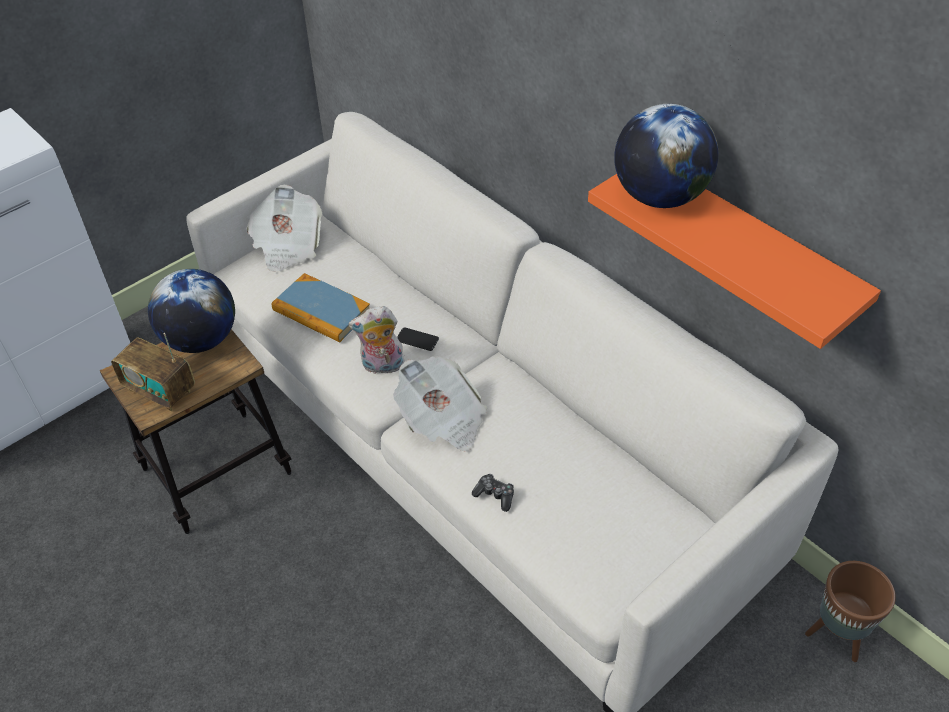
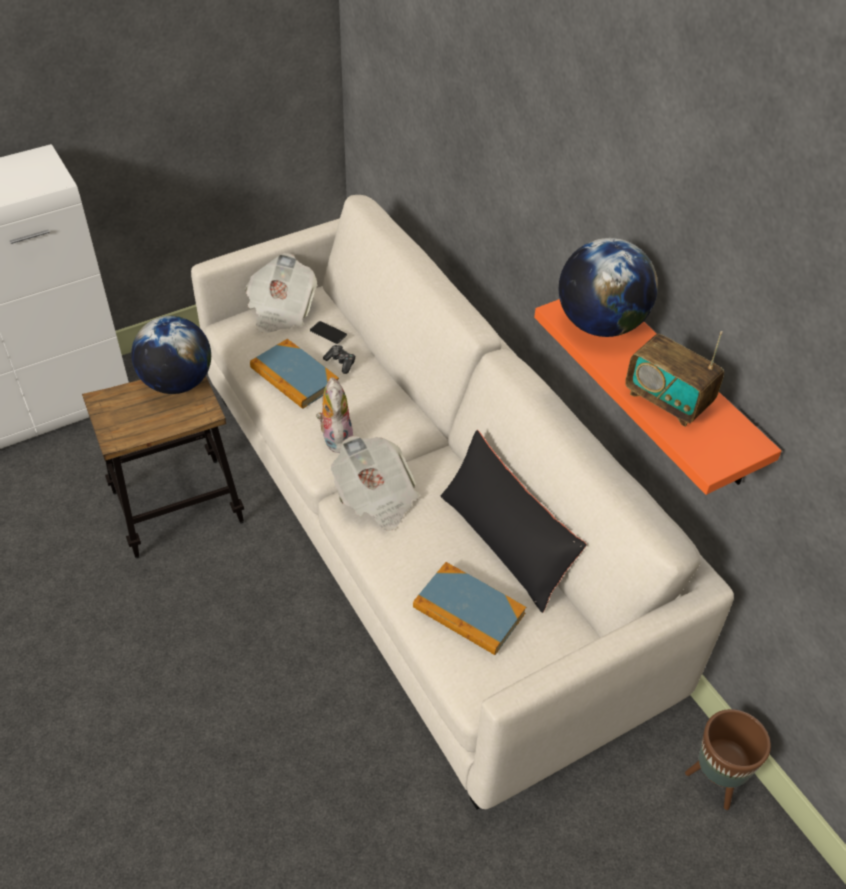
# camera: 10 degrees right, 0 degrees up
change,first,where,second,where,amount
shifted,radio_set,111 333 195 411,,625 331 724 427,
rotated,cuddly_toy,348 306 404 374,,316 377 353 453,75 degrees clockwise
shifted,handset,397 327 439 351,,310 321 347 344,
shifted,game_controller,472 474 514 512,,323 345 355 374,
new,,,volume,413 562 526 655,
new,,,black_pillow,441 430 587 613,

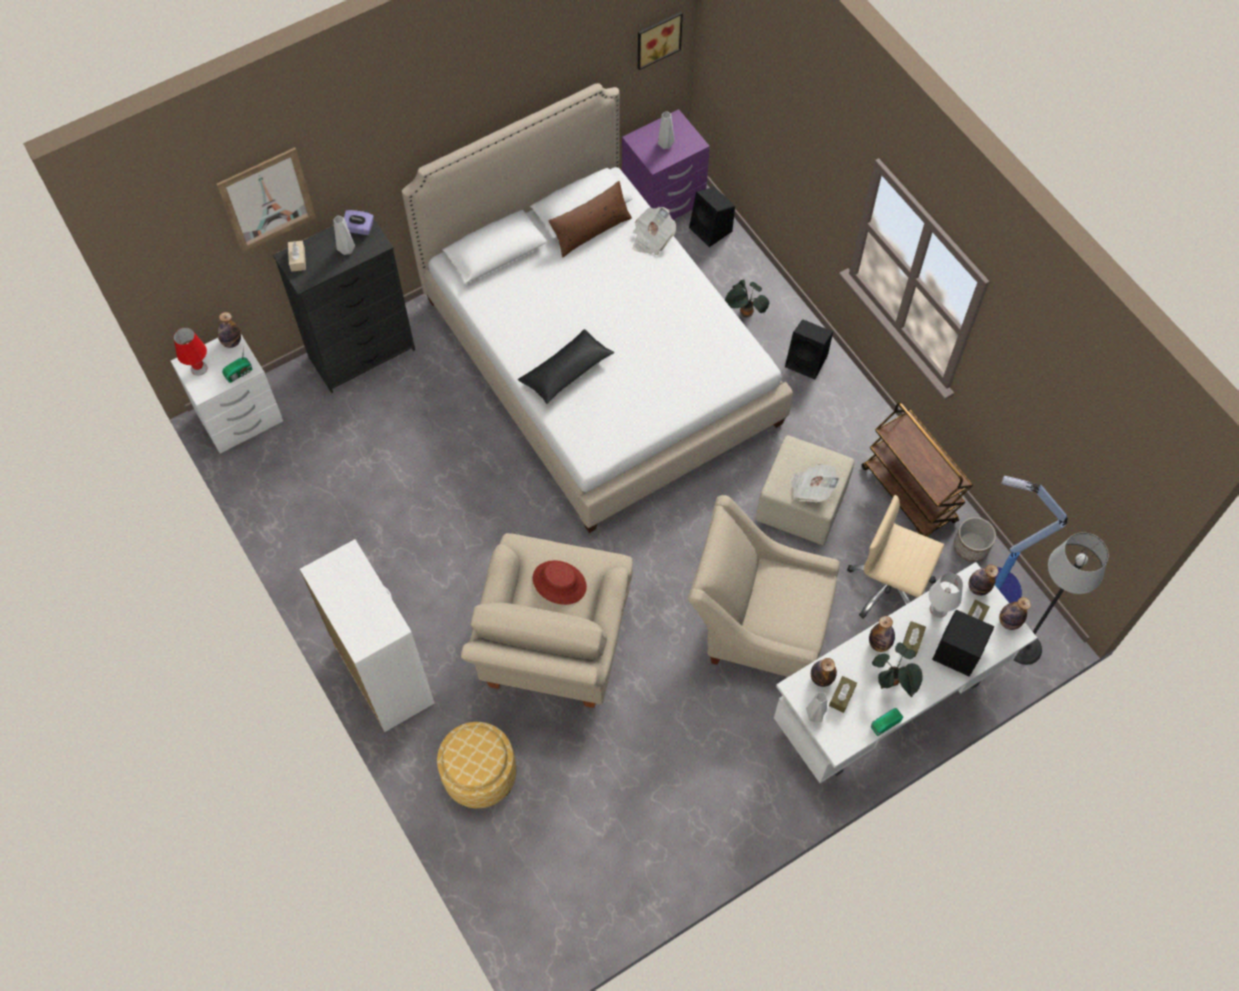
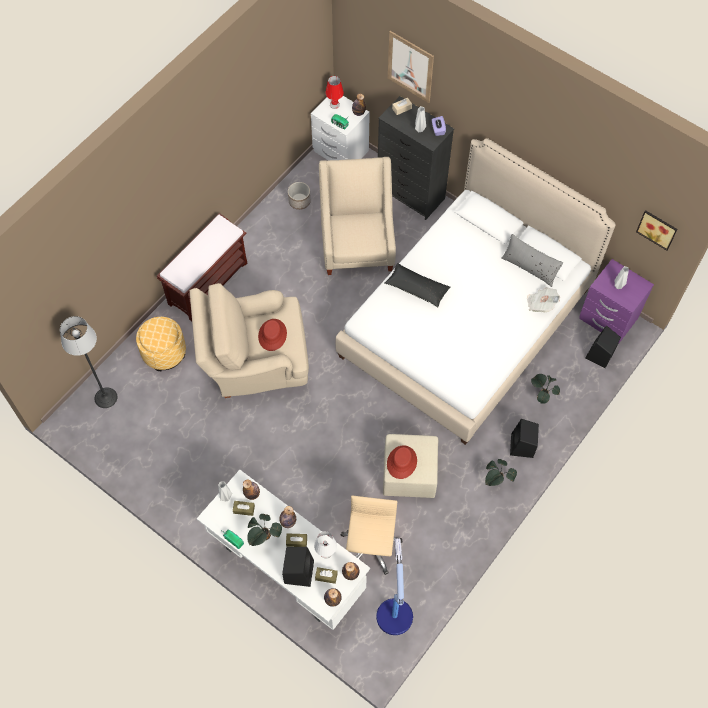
# camera: 70 degrees right, 0 degrees up
change,first,where,second,where,amount
swapped,white-coloured_chest_of_drawers,300 539 434 732,brown-coloured_indoor_bench,157 213 247 321,
repainted,brown-coloured_pillow,548 181 632 258,grey_pillow,501 234 563 287,
shifted,beige_easy_chair,688 495 840 677,,319 157 396 275,
swapped,daily_paper,791 464 840 503,red-coloured_wearable_hat,387 445 417 479,
gone,brown-coloured_cart,862 402 973 537,,,
shifted,flower_pot,954 517 996 562,,288 182 311 210,
shifted,floor_lamp,1014 533 1108 665,,60 316 118 408,
new,,,houseplant,485 459 517 486,

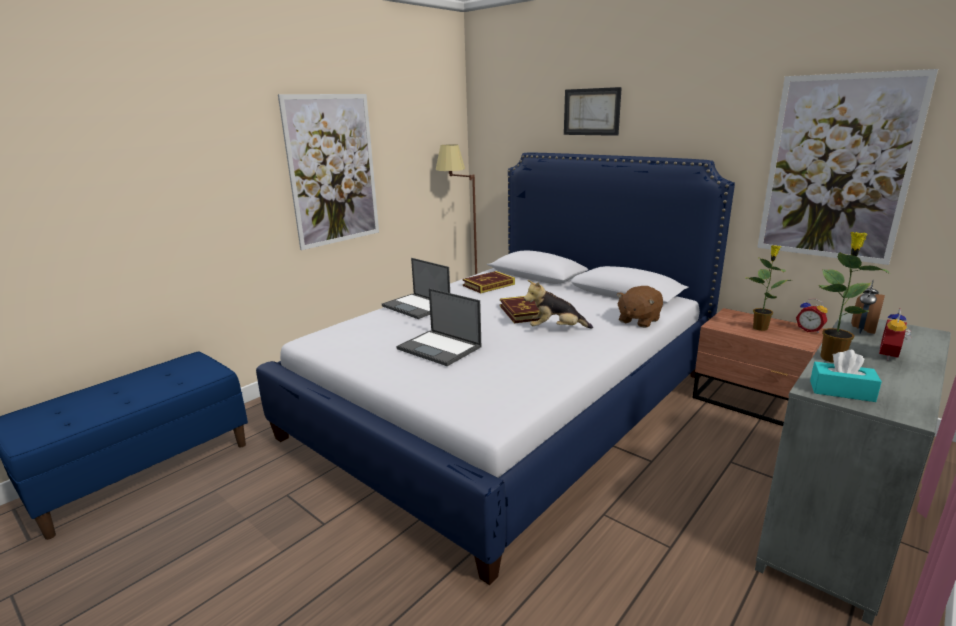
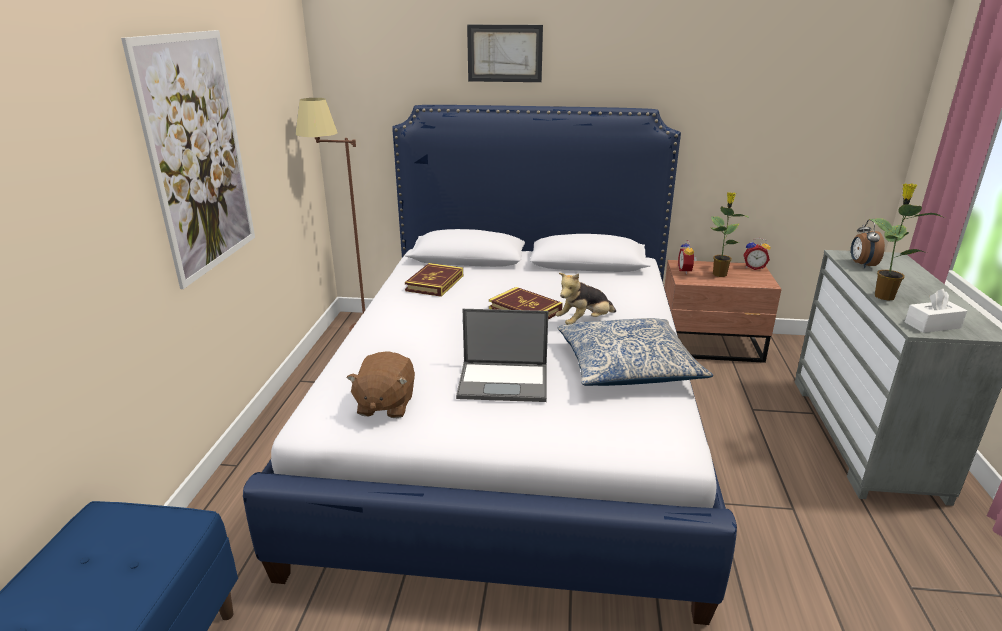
# camera: 35 degrees left, 5 degrees up
change,first,where,second,where,amount
gone,laptop,382 258 450 319,,,
shifted,brown-coloured_cuddly_toy,617 286 663 328,,346 351 415 418,
gone,wall_art,757 69 938 265,,,
repainted,turquoise_tissue_box,810 350 882 402,white-coloured_tissue_box,905 289 967 333,
shifted,alarm_clock,879 308 912 360,,678 240 697 274,
new,,,pillow,557 318 713 386,

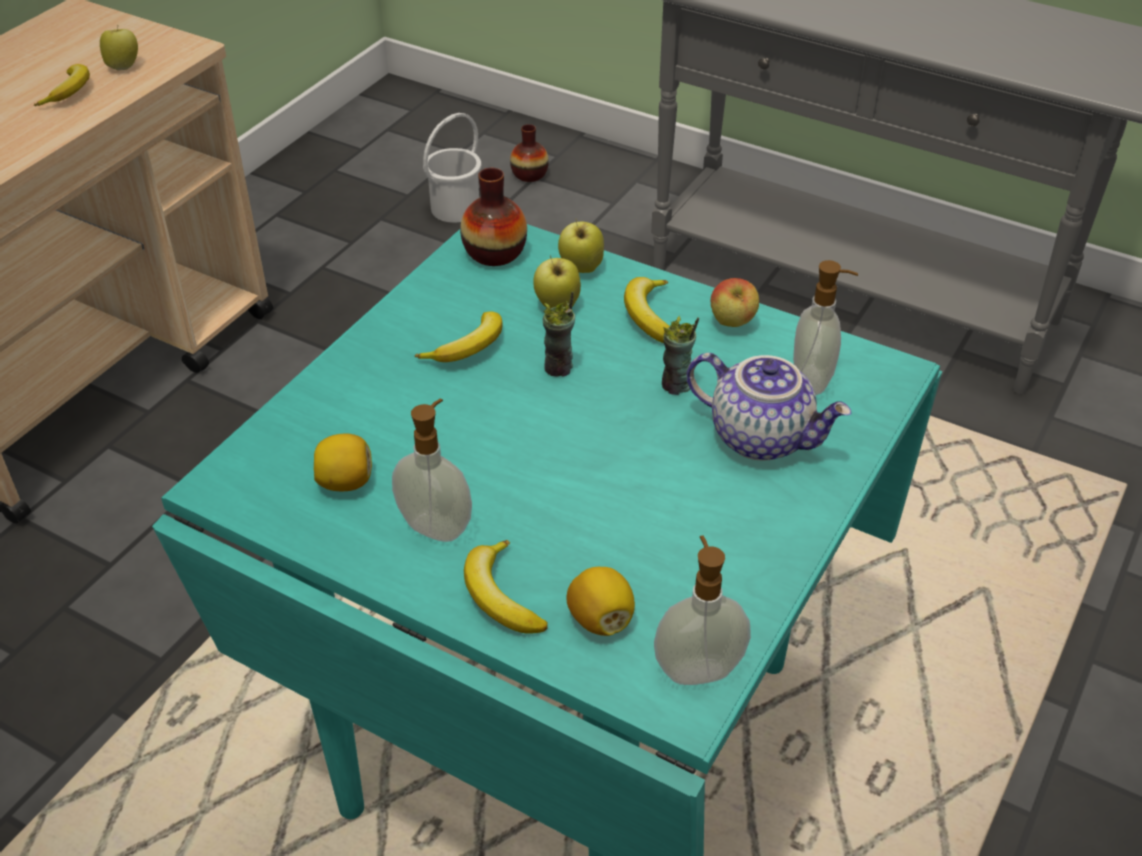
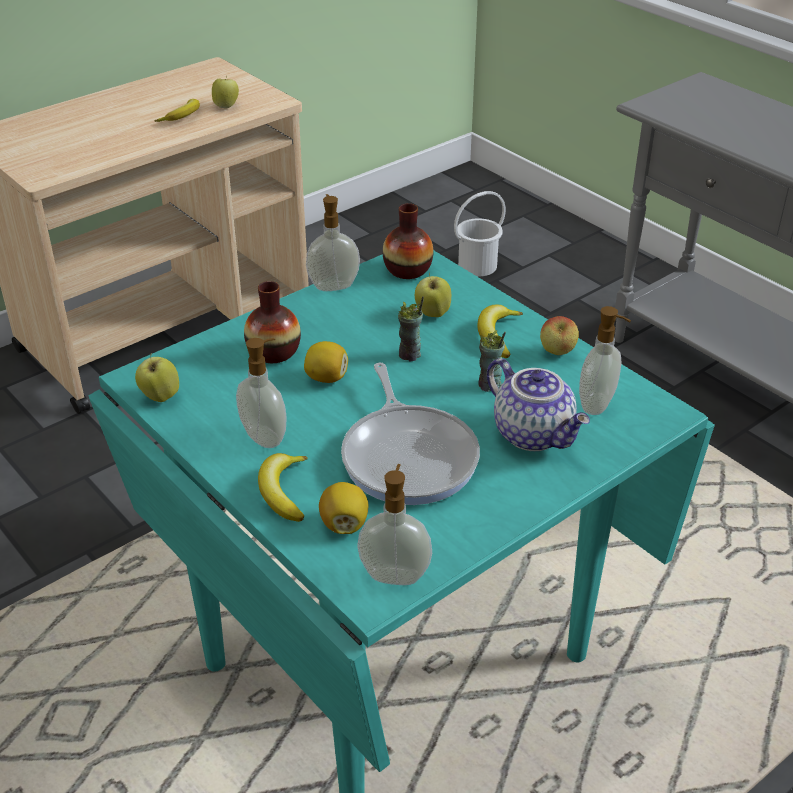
# camera: 20 degrees right, 5 degrees down
change,first,where,second,where,amount
shifted,citrus_fruit,314 433 372 491,,304 341 348 383,
gone,banana_fruit,415 311 502 362,,,
shifted,decorative_vase,510 124 549 182,,244 281 301 363,
shifted,apple_fruit,558 219 604 273,,135 353 179 402,
new,,,soap_dispenser,306 194 360 291,
new,,,skillet,341 363 480 505,

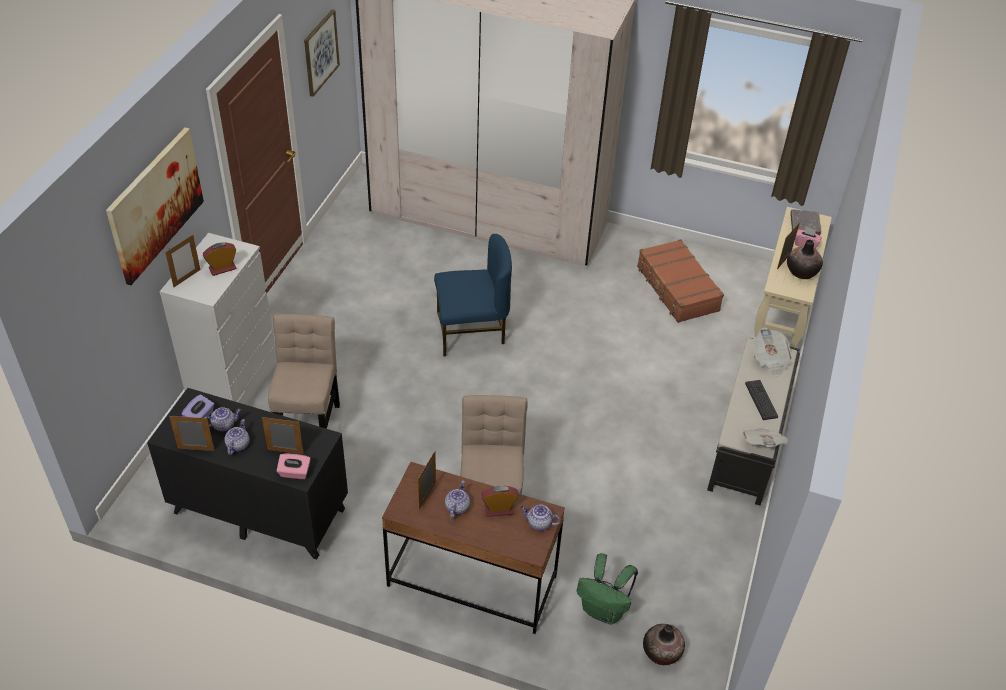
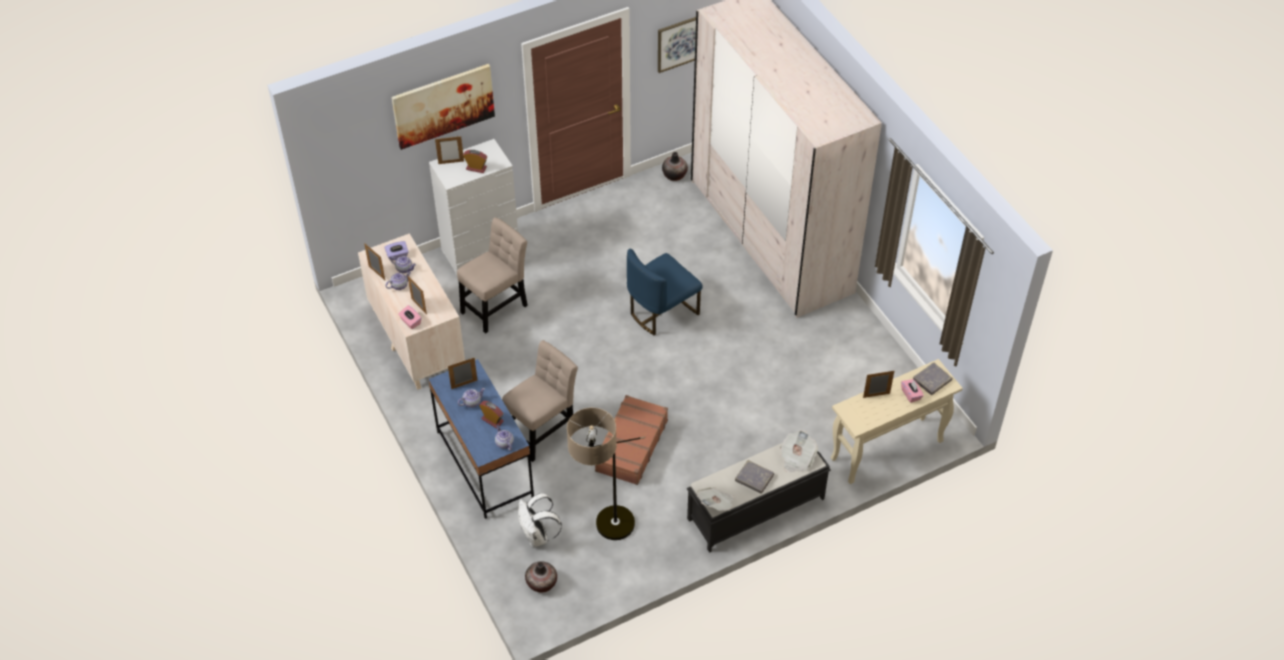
# camera: 45 degrees right, 5 degrees up
change,first,where,second,where,amount
repainted,black_chest_of_drawers,147 388 348 560,beige_chest_of_drawers,358 233 465 390,
repainted,brown-coloured_desk_unit,382 462 565 634,blue-coloured_desk_unit,428 359 534 519,
rotated,blue-coloured_plain_chair,434 234 512 356,,627 249 702 335,105 degrees clockwise
repainted,greenish_rucksack,577 553 638 624,white-coloured_rucksack,518 493 562 547,
shifted,brown-coloured_suitcase,637 239 724 323,,595 395 668 485,
swapped,PC_keyboard,745 380 778 420,grey_volume,735 460 774 494,
shifted,decorative_vase,787 240 823 279,,662 152 688 181,
new,,,floor_lamp,567 408 646 540,

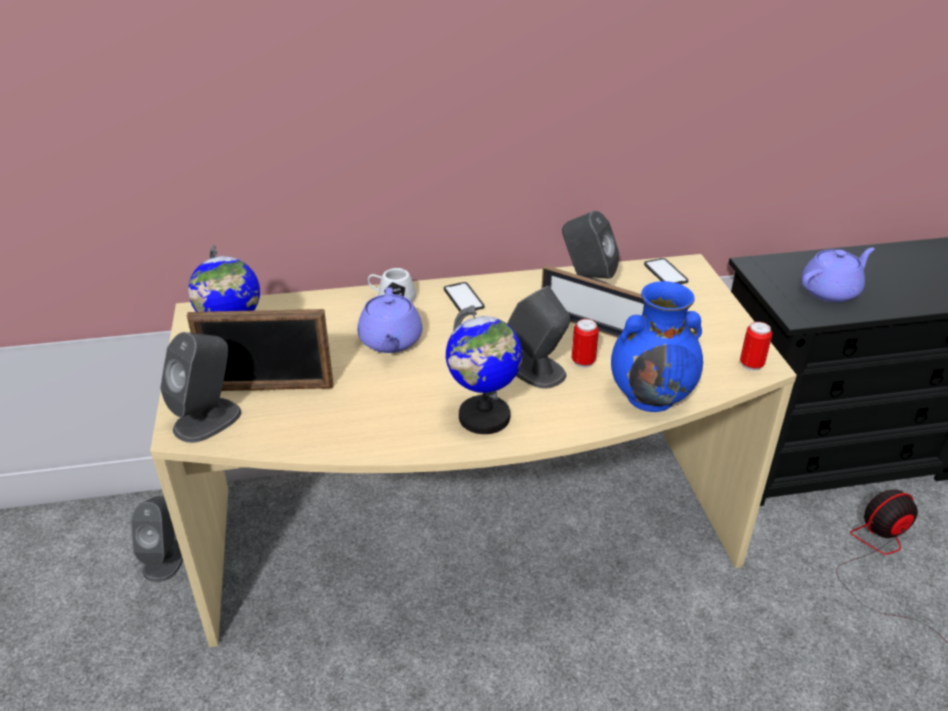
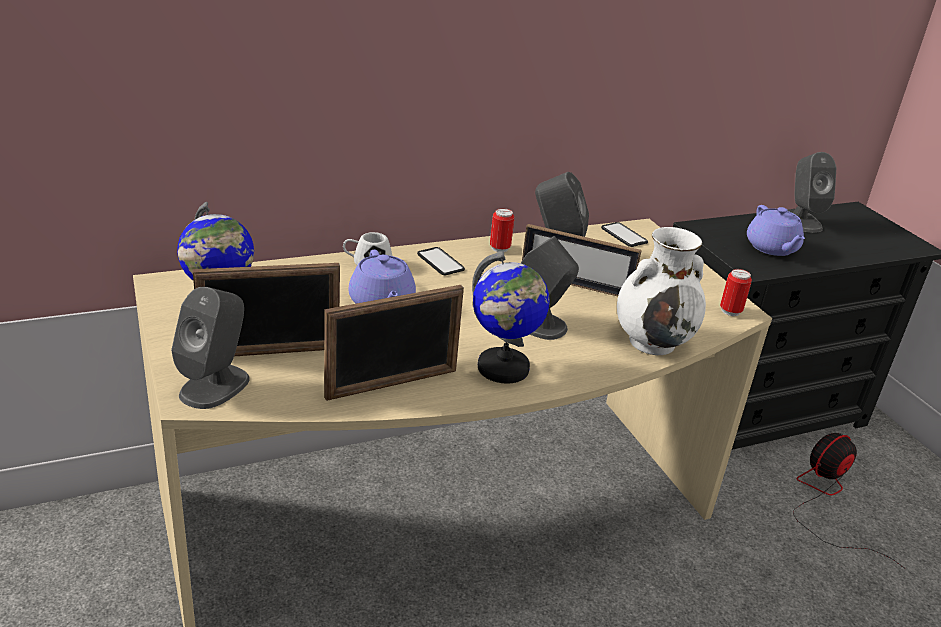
# camera: 15 degrees left, 5 degrees down
change,first,where,second,where,amount
shifted,grey_audio_speaker,131 496 183 582,,788 152 837 233,
shifted,can,572 319 599 368,,490 208 514 252,
repainted,blue-coloured_decorative_vase,611 281 703 412,white-coloured_decorative_vase,617 227 706 355,
rotated,purple_teapot,802 248 875 302,,747 205 805 256,120 degrees clockwise
new,,,picture_frame,324 285 464 401,

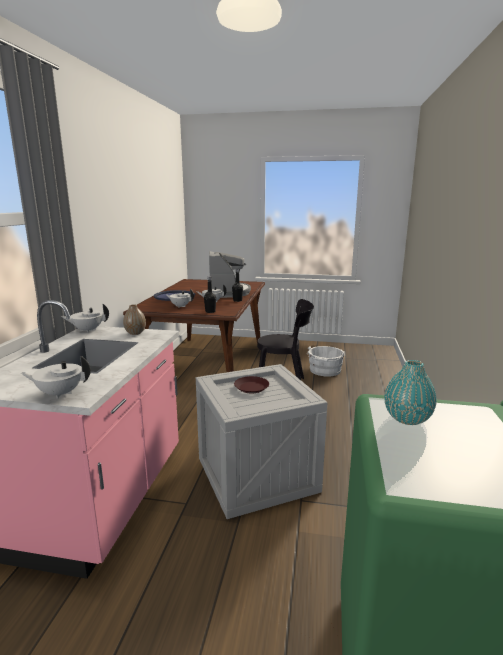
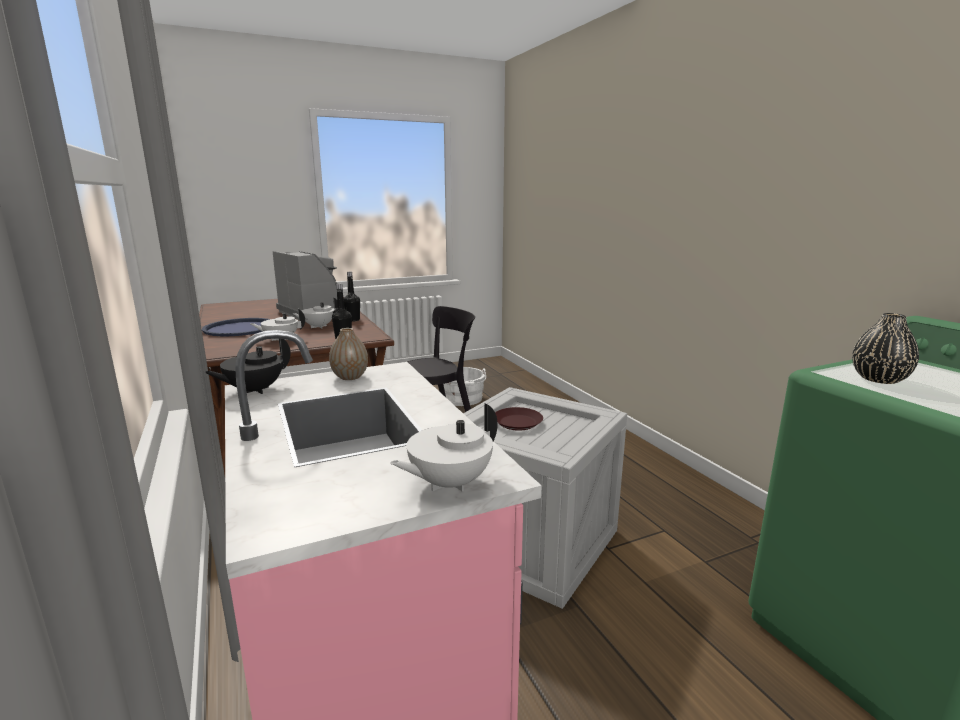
# camera: 35 degrees left, 0 degrees up
change,first,where,second,where,amount
repainted,white-coloured_teapot,61 304 109 333,black_teapot,204 339 291 394,
repainted,turquoise_decorative_vase,384 360 437 425,black_decorative_vase,852 313 919 384,

